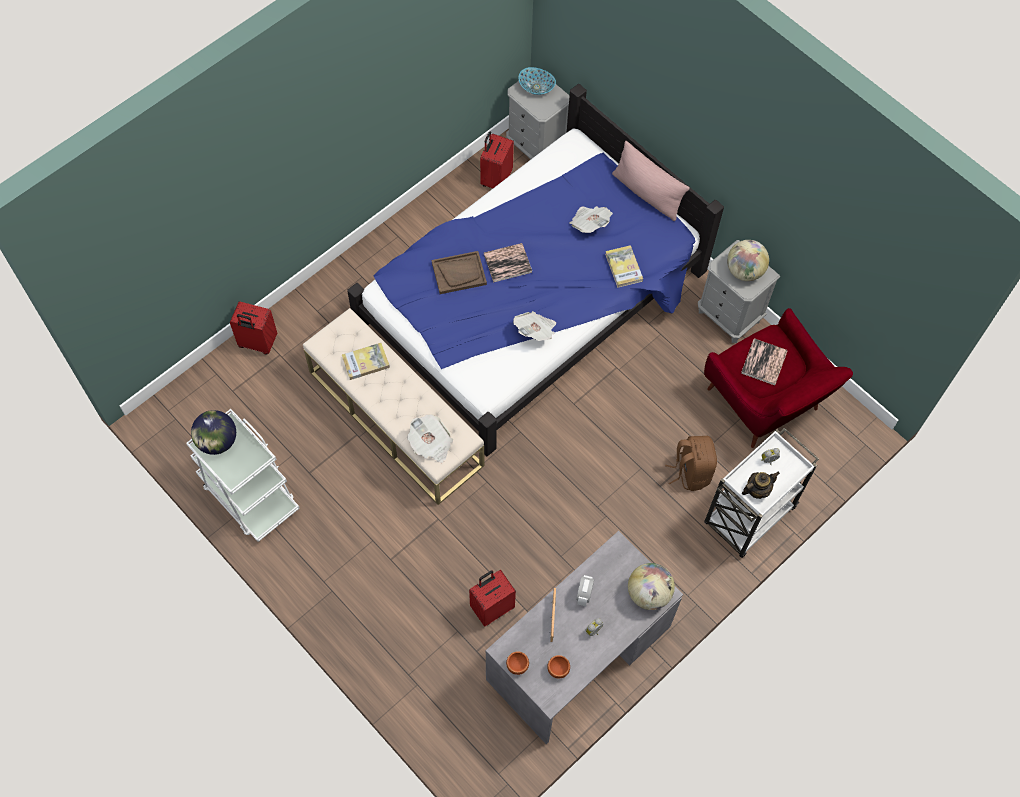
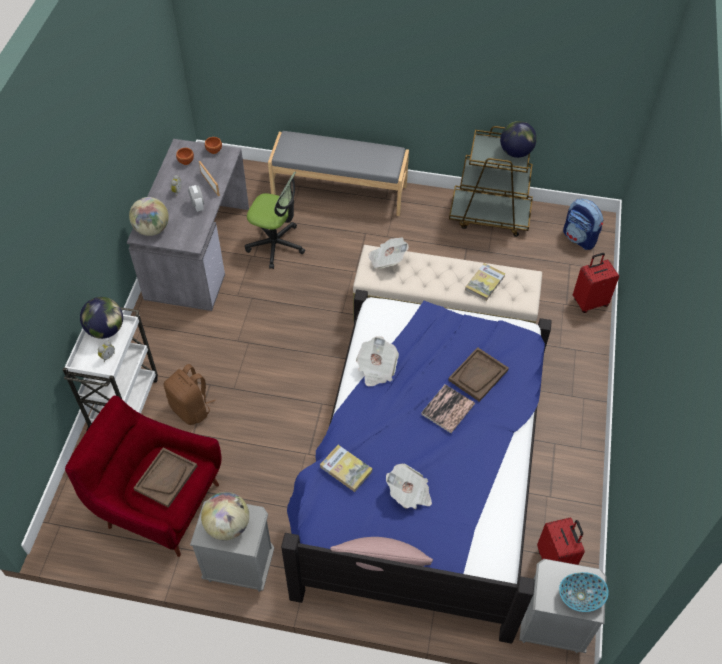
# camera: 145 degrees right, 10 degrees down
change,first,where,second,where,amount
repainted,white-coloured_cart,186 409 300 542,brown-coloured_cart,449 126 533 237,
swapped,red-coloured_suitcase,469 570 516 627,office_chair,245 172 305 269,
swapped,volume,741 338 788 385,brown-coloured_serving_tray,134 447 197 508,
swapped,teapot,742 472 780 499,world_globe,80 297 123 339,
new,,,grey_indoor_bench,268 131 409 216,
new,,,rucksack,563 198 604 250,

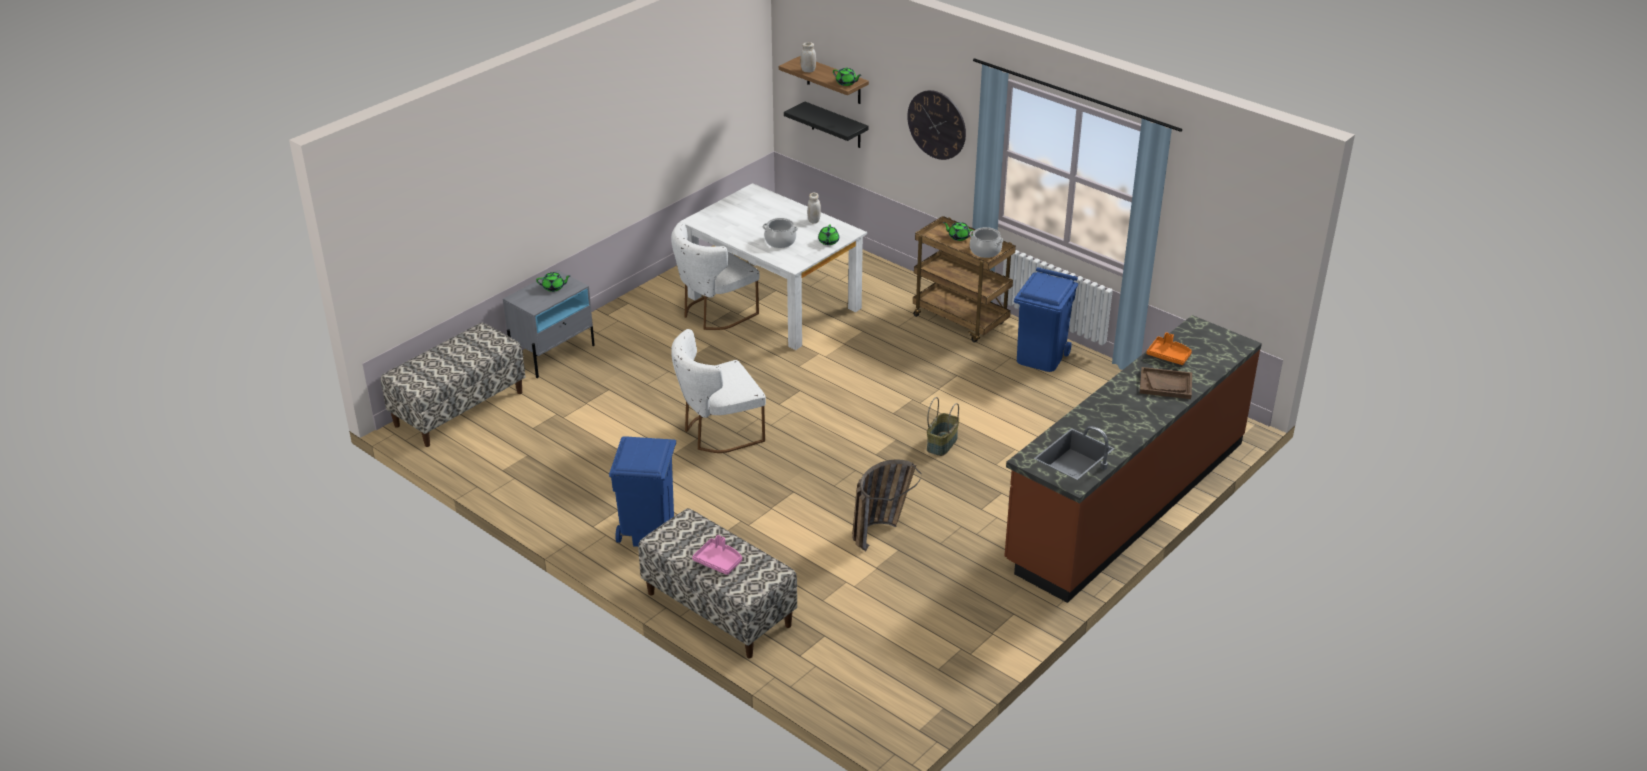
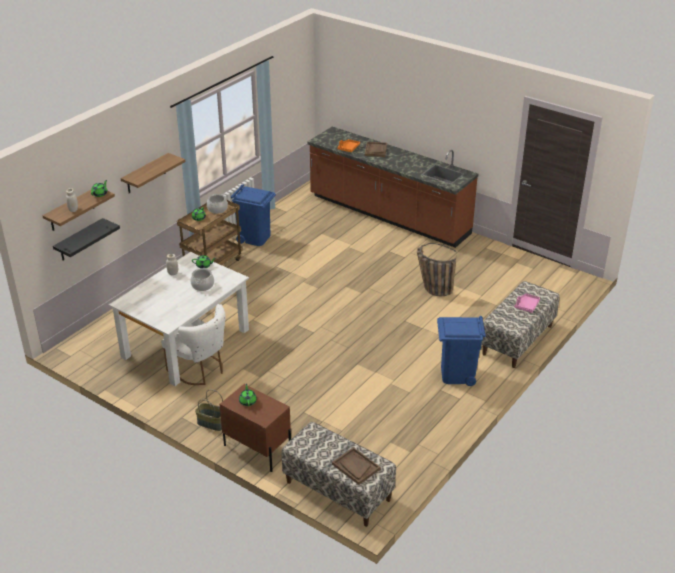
# camera: 95 degrees left, 0 degrees up
change,first,where,second,where,amount
repainted,grey_night_table,503 270 595 378,brown-coloured_night_table,220 384 291 472,
gone,white-coloured_plain_chair,671 329 766 453,,,
swapped,wall_clock,907 90 966 160,shelf,121 153 185 193,
shifted,household_basket,927 397 959 456,,195 389 223 431,
new,,,brown-coloured_serving_tray,332 447 380 485,

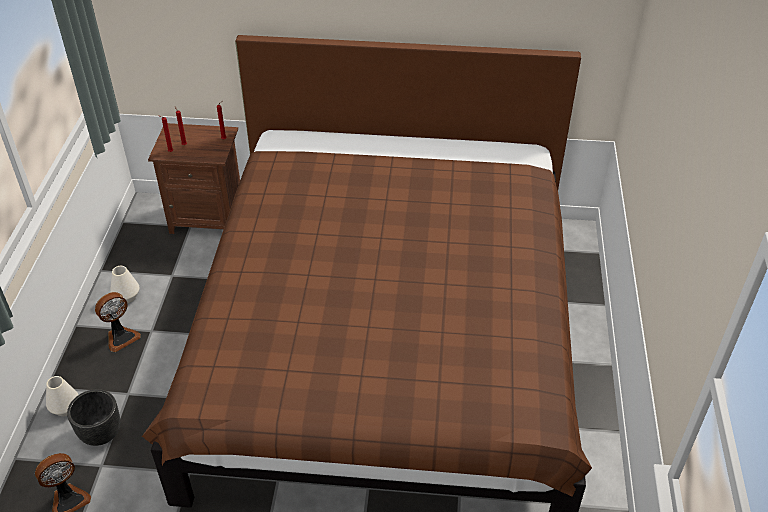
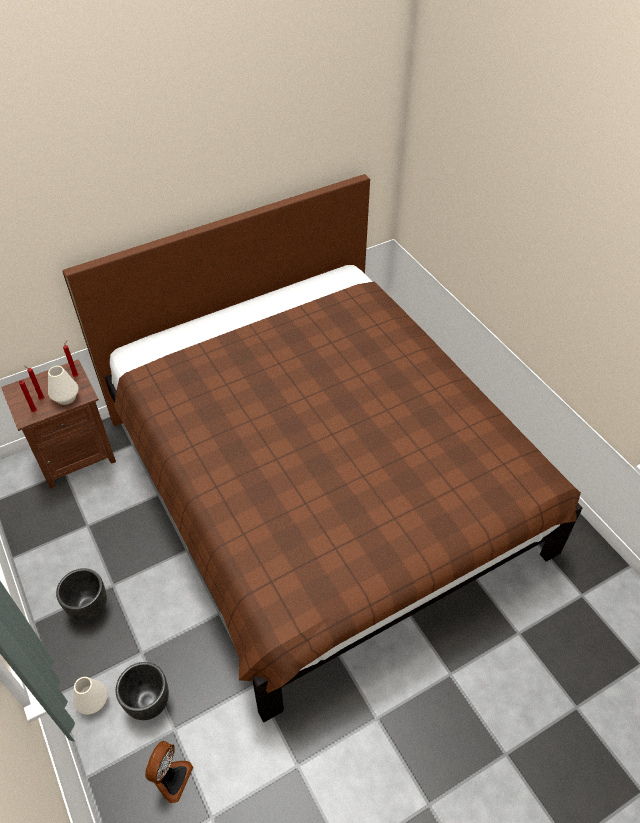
# camera: 35 degrees left, 5 degrees up
change,first,where,second,where,amount
swapped,fan,95 292 141 352,black_flower_pot,56 568 107 621,
shifted,white-coloured_decorative_vase,110 266 139 303,,48 366 79 405,

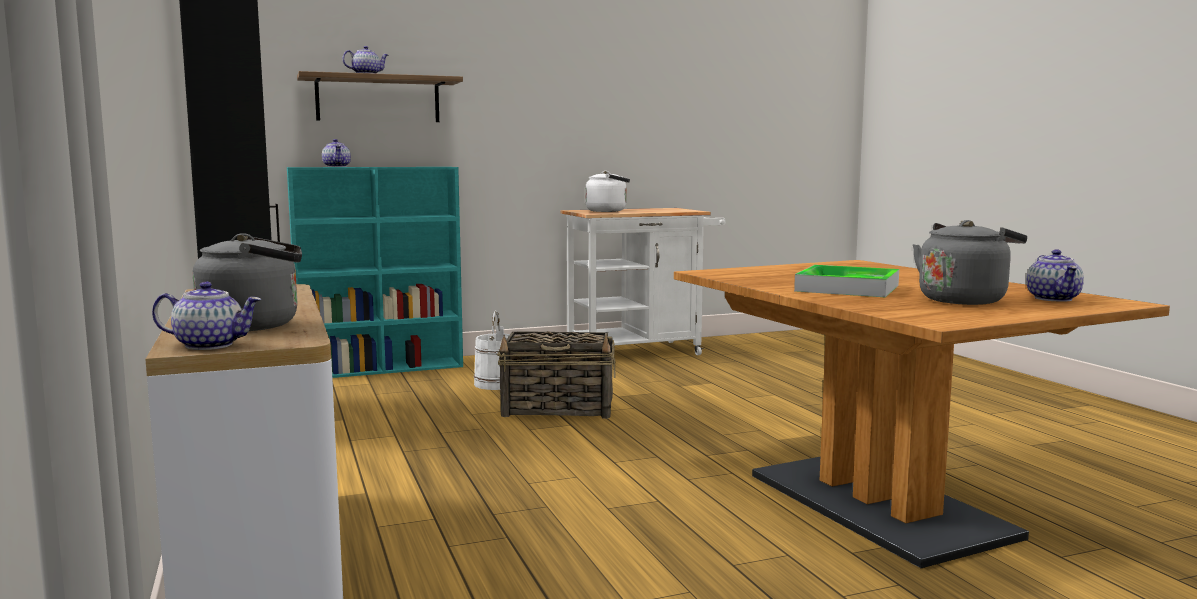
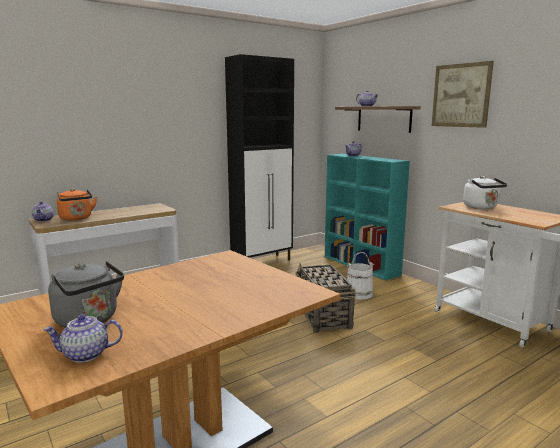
# camera: 75 degrees right, 5 degrees up
change,first,where,second,where,amount
repainted,grey_water_kettle,193 233 302 331,orange-coloured_water_kettle,57 189 97 220,
gone,serving_tray,794 265 899 297,,,
new,,,wall_art,432 61 494 128,

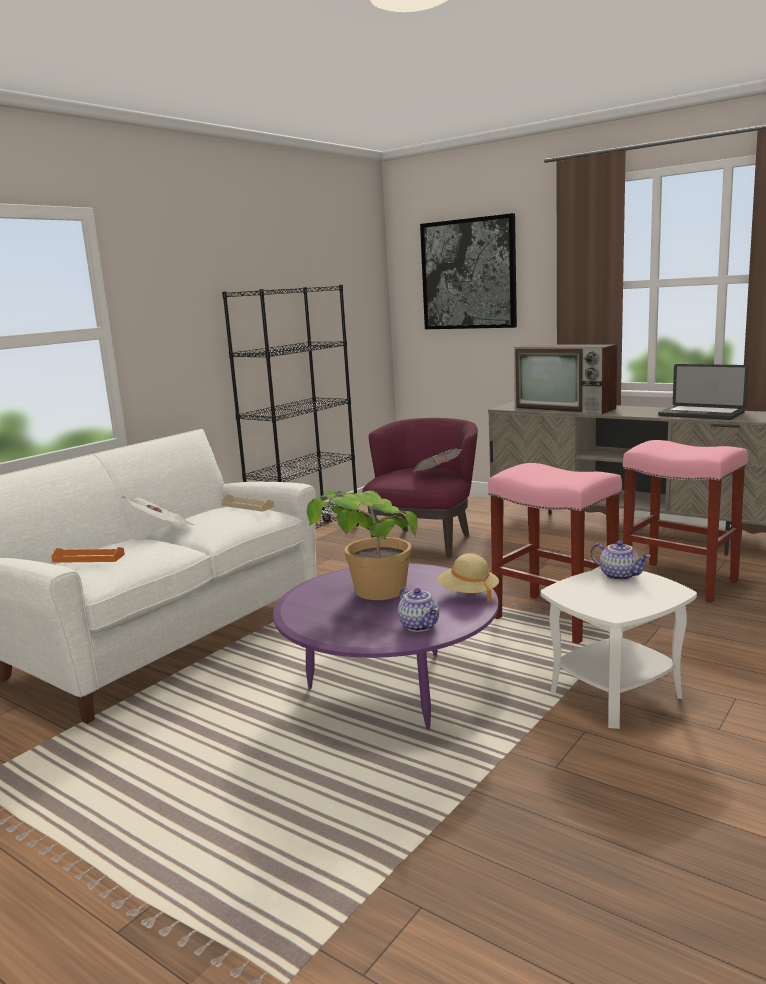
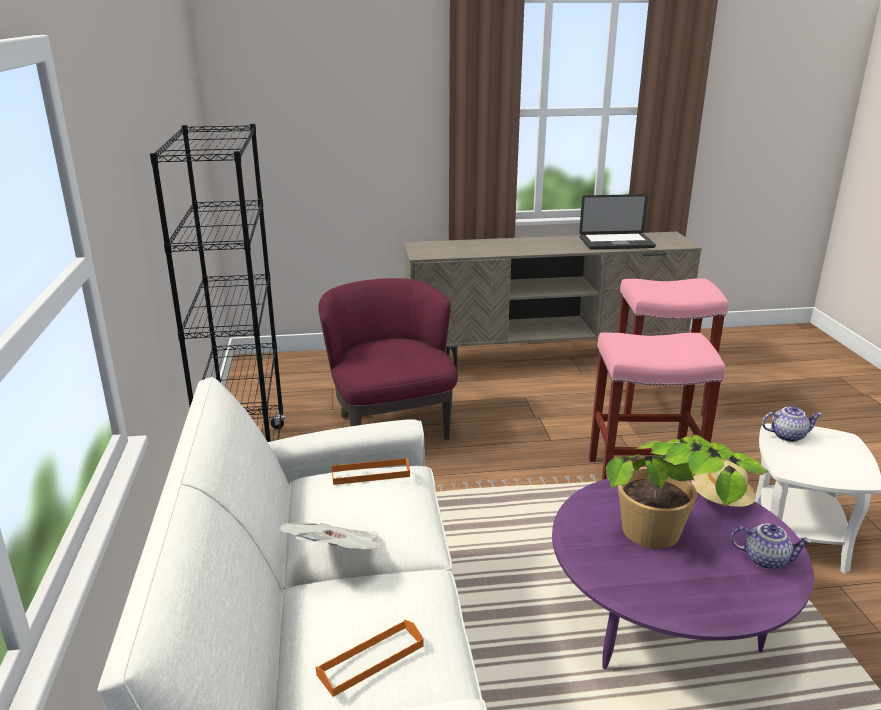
# camera: 45 degrees left, 10 degrees up
change,first,where,second,where,amount
repainted,beige_serving_tray,221 494 274 512,orange-coloured_serving_tray,331 457 410 485,
gone,daily_paper,413 448 462 471,,,
gone,wall_art,420 213 517 329,,,
gone,TV,514 344 617 414,,,

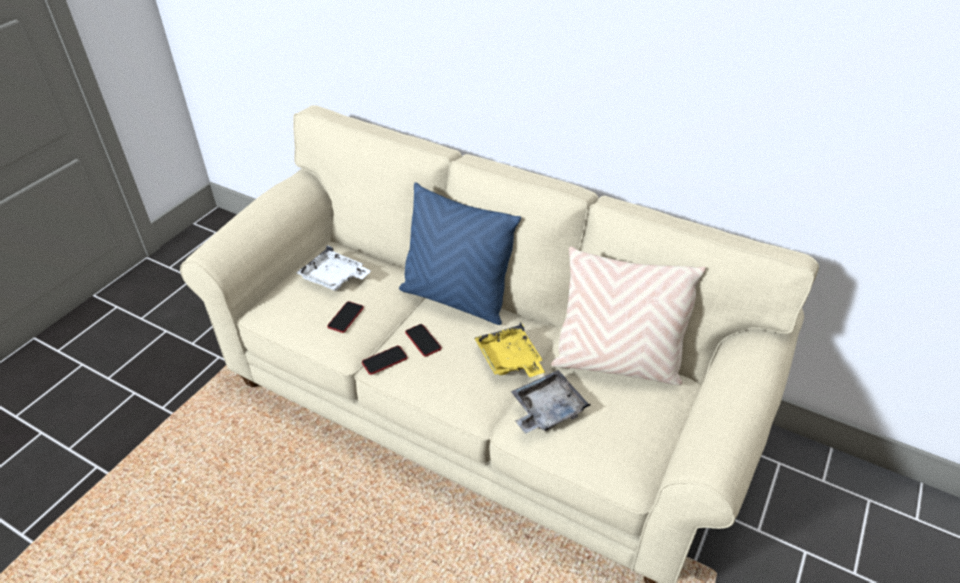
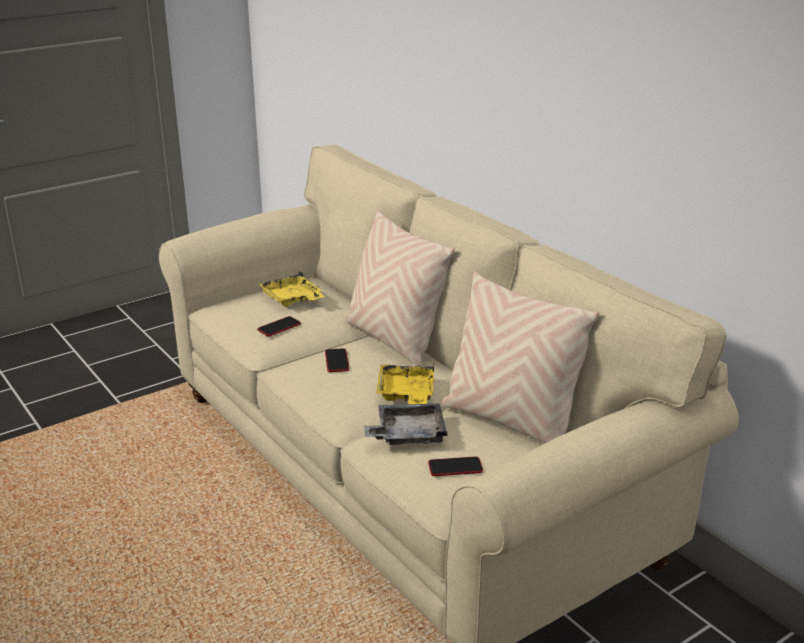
# camera: 25 degrees right, 15 degrees down
change,first,where,second,where,amount
repainted,white-coloured_serving_tray,297 245 371 291,yellow_serving_tray,258 270 325 307,
shifted,handset,362 345 408 375,,428 456 483 476,
repainted,blue-coloured_pillow,399 182 521 325,beige_pillow,346 210 455 366,

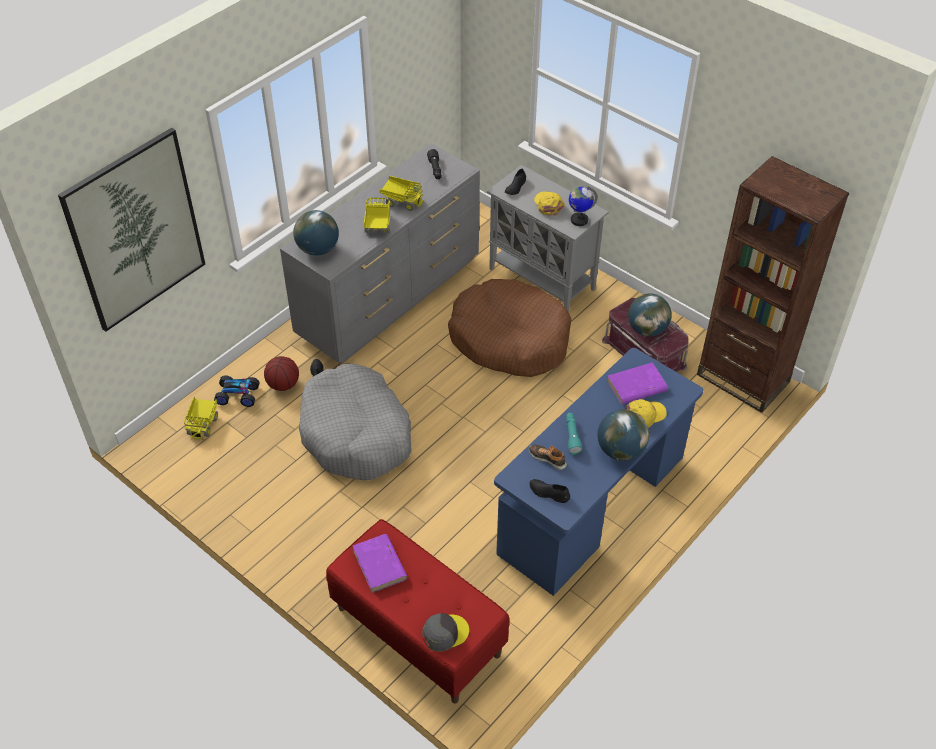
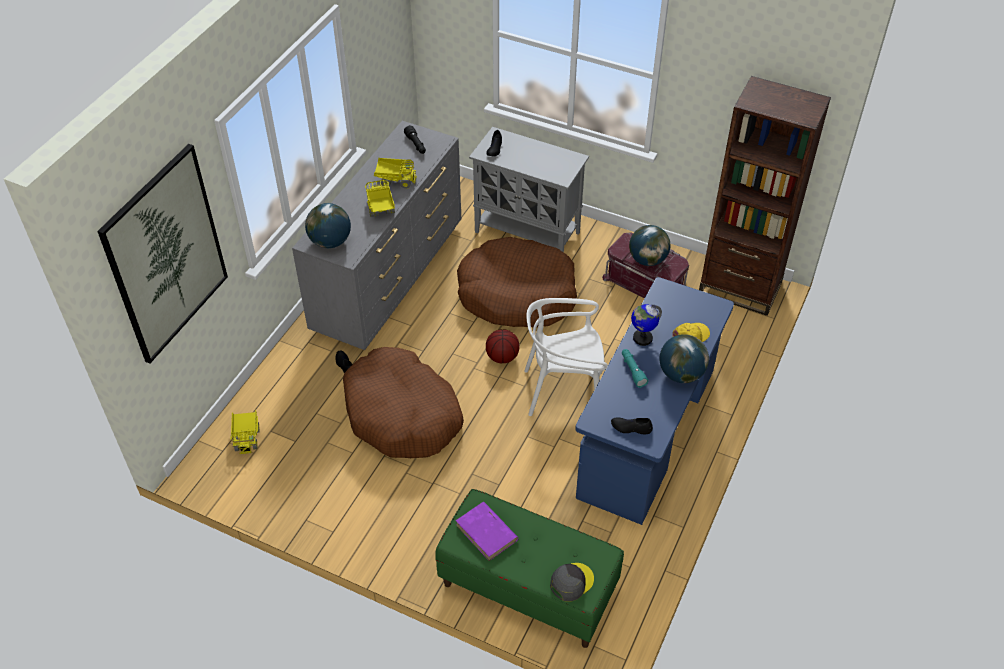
# camera: 15 degrees left, 0 degrees up
change,first,where,second,where,amount
gone,miniature_car,214 375 259 407,,,
shifted,basketball,264 356 299 391,,486 330 519 363,
repainted,grey_pet_bed,299 363 412 481,brown-coloured_pet_bed,343 347 464 458,
repainted,red-coloured_indoor_bench,326 519 510 703,greenish_indoor_bench,435 489 624 648,
gone,item_of_footwear,529 445 567 470,,,
gone,yellow_baseball_cap,534 191 565 216,,,
shifted,world_globe,569 187 598 226,,631 304 662 346,
gone,purple_volume,607 362 668 404,,,
new,,,white-coloured_plain_chair,524 298 608 416,

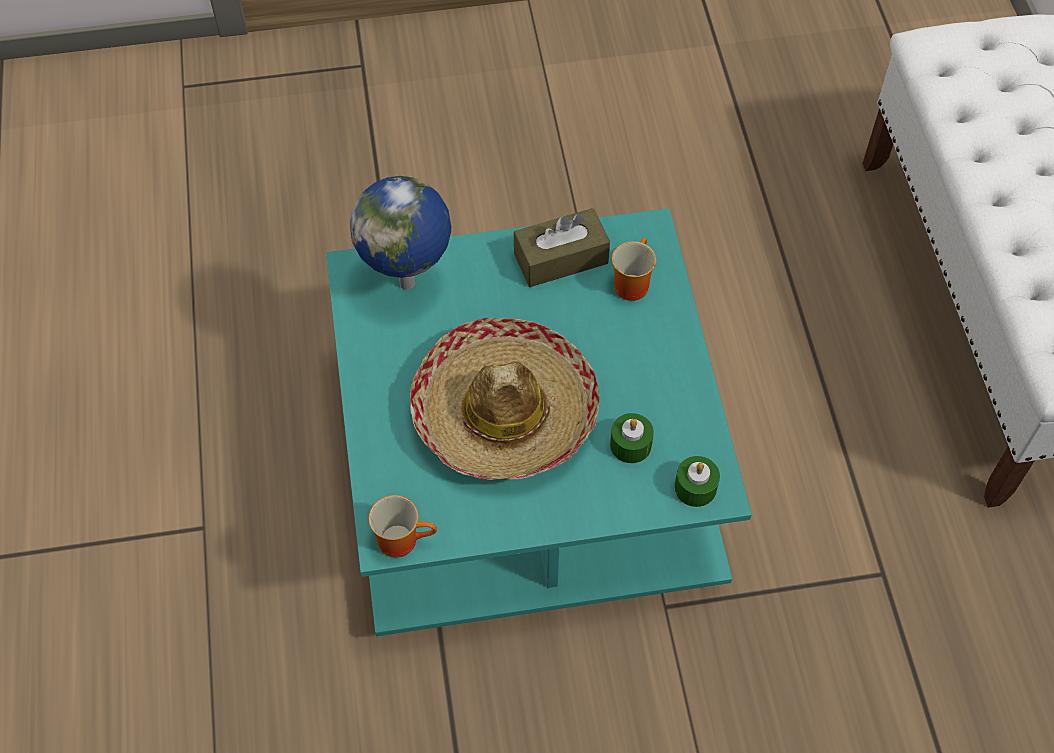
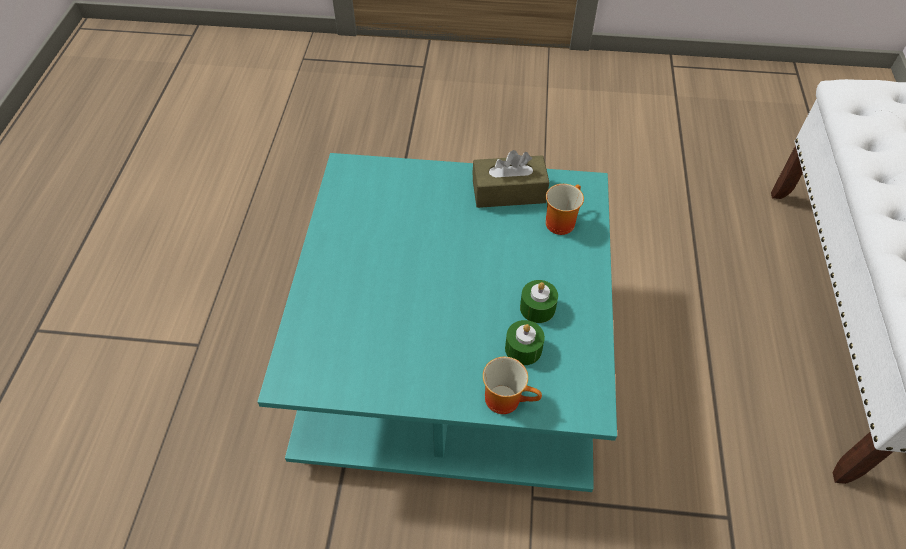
# camera: 15 degrees right, 5 degrees down
change,first,where,second,where,amount
gone,world_globe,350 176 451 290,,,
shifted,coffee_mug,369 495 437 557,,483 357 542 414,
gone,wearable_hat,410 318 600 480,,,
shifted,greenish_wax_light,674 456 720 507,,520 280 558 323,

